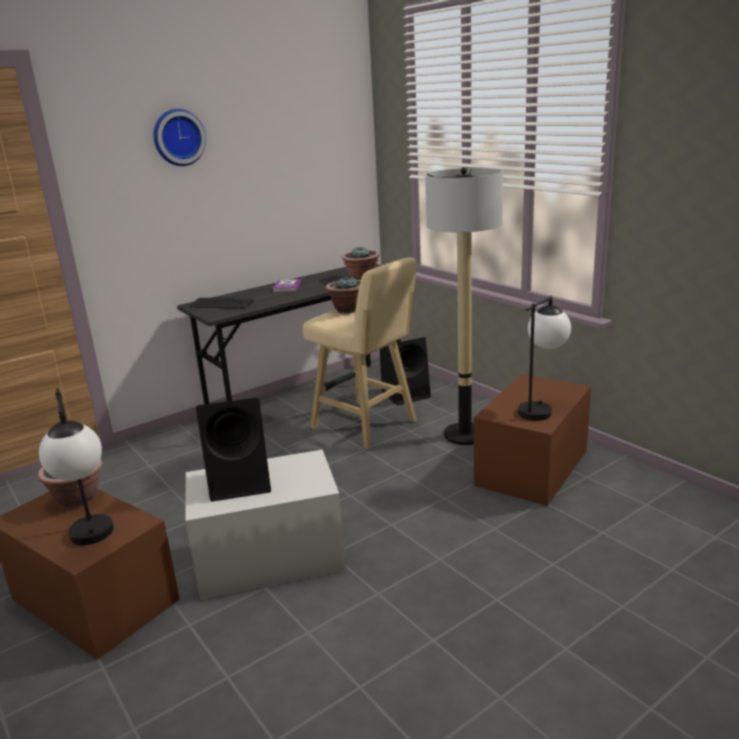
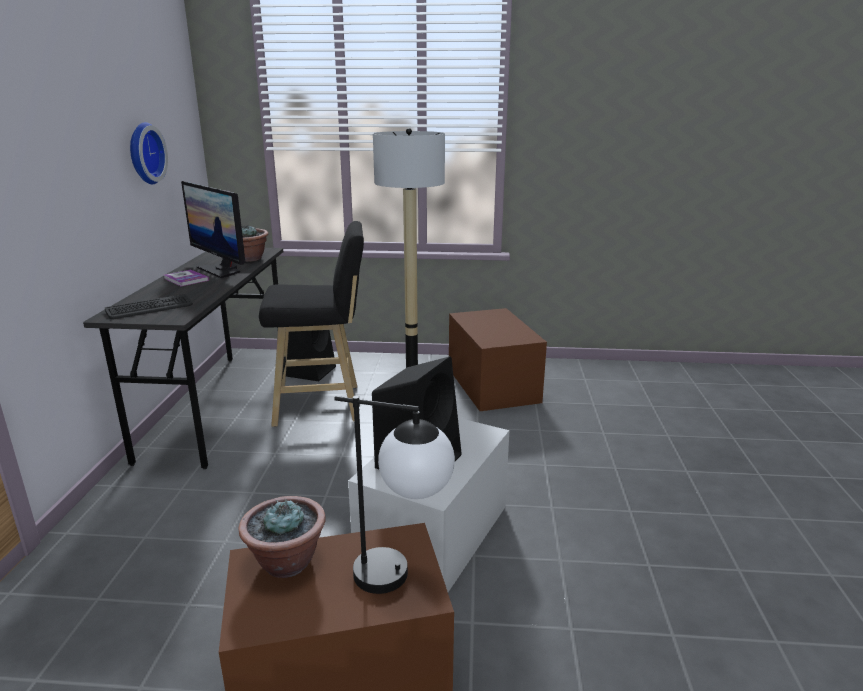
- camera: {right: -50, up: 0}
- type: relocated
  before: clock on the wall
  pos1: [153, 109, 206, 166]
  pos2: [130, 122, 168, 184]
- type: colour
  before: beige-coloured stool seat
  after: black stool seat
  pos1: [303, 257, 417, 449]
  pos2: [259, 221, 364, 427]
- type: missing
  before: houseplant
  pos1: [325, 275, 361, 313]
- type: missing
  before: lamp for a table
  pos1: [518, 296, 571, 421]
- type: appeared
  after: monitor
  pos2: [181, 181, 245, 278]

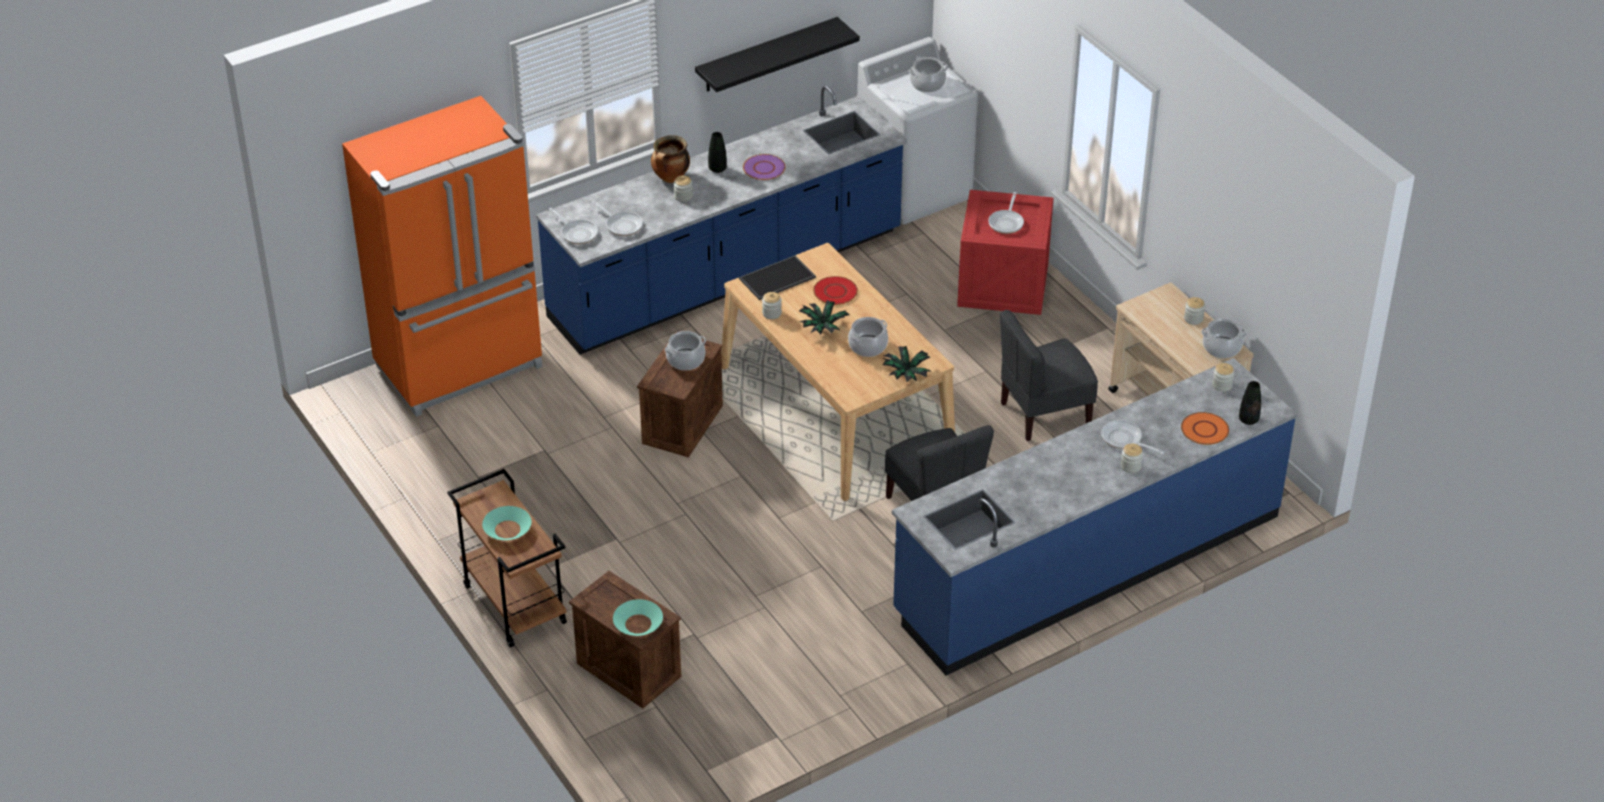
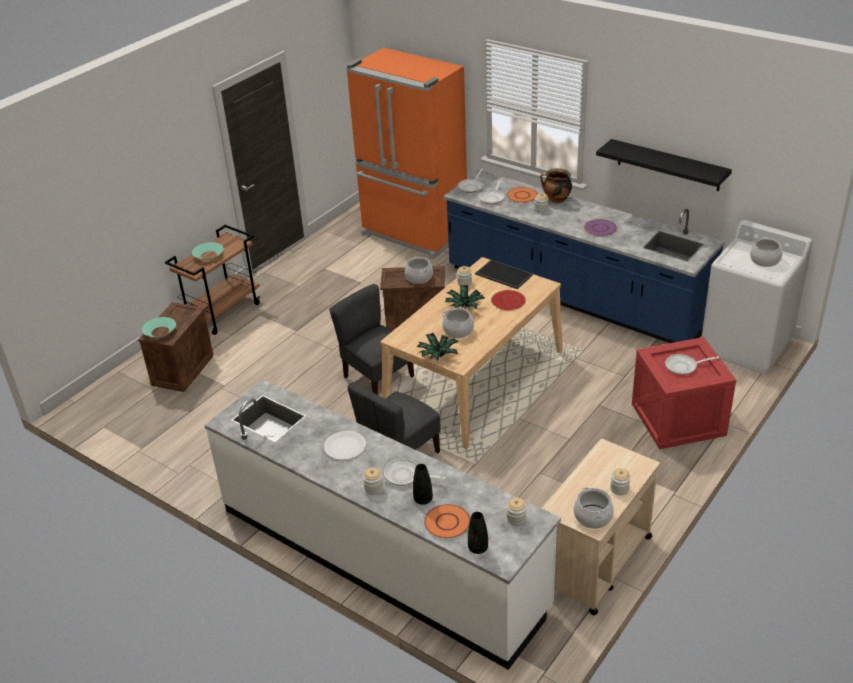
- camera: {right: 70, up: -5}
- type: relocated
  before: black decorative vase
  pos1: [708, 132, 727, 173]
  pos2: [413, 464, 433, 505]
- type: colour
  before: bluish kitchen base unit
  after: white kitchen base unit
  pos1: [892, 358, 1297, 675]
  pos2: [204, 379, 561, 670]
- type: relocated
  before: greyish upright chair
  pos1: [1000, 310, 1098, 441]
  pos2: [329, 284, 414, 395]
- type: spun
  before: skillet
  pos1: [1101, 420, 1164, 454]
  pos2: [384, 459, 446, 486]
  turn: -90
- type: appeared
  after: white flat dish
  pos2: [324, 431, 366, 460]
- type: appeared
  after: orange-coloured flat dish
  pos2: [507, 187, 538, 203]

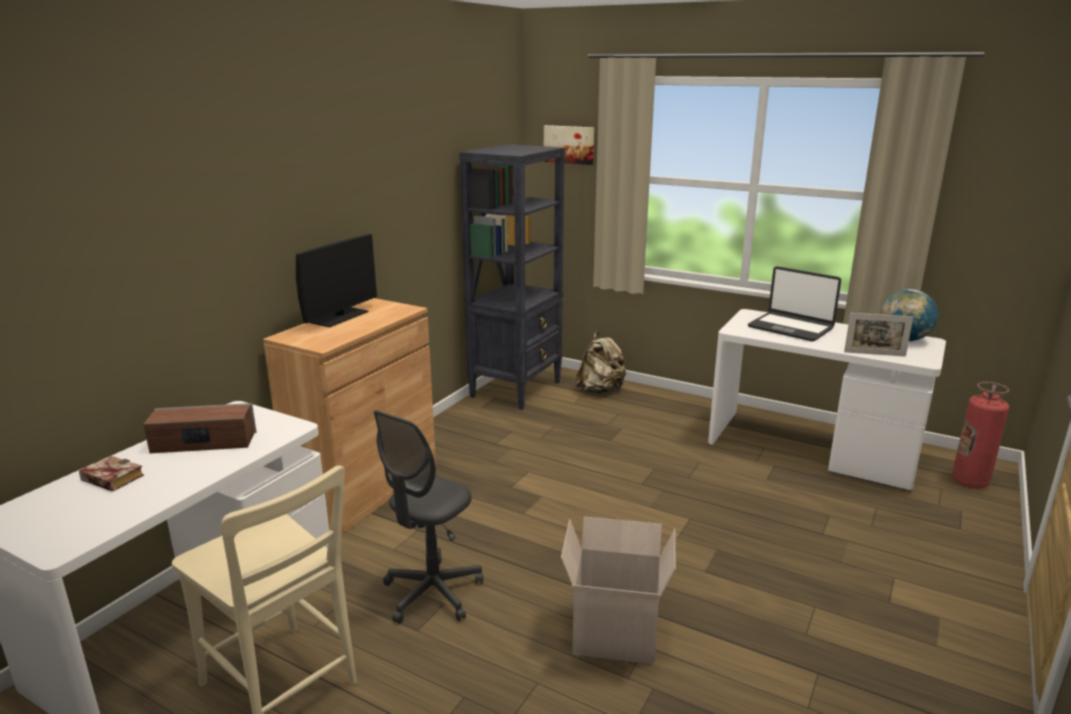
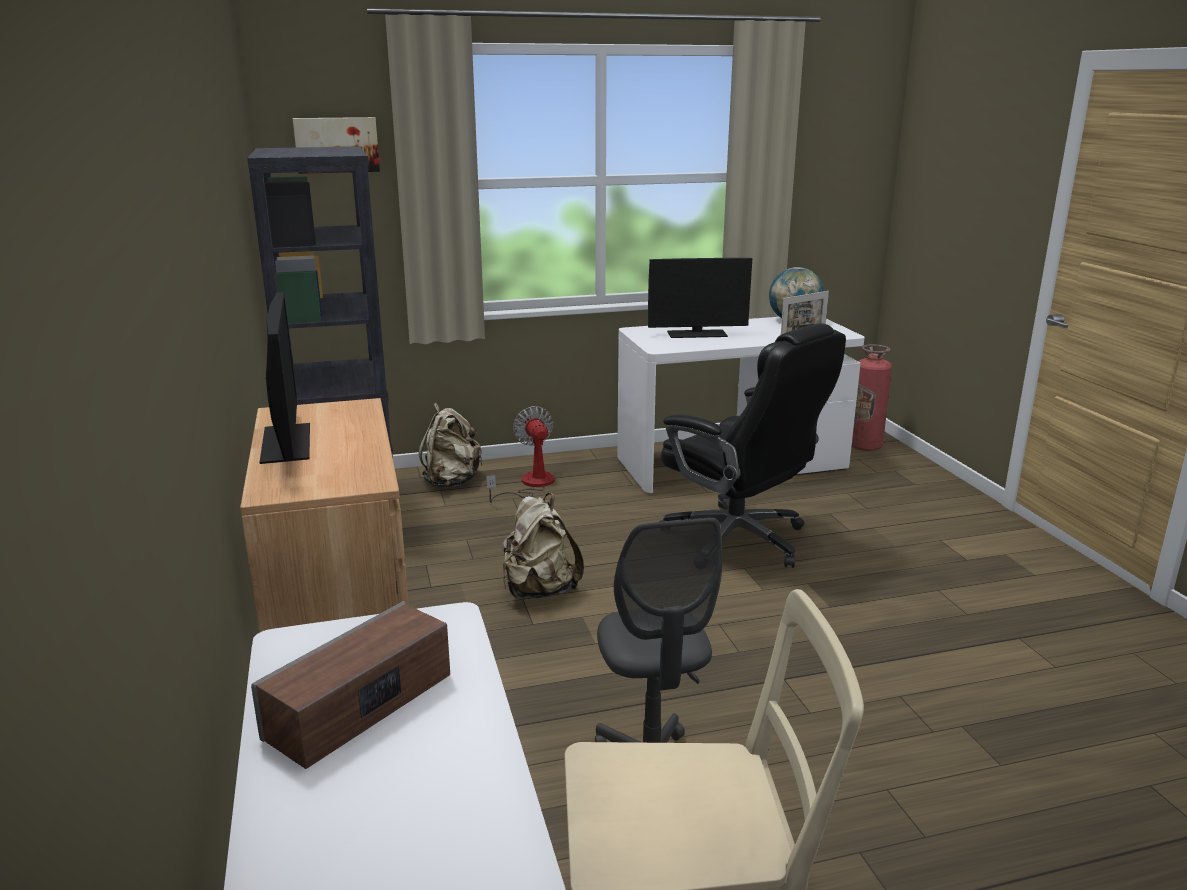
- camera: {right: -45, up: 0}
- type: missing
  before: book
  pos1: [79, 456, 144, 492]
- type: missing
  before: cardboard box
  pos1: [561, 517, 675, 664]
- type: exchanged
  before: laptop
  after: monitor
  pos1: [748, 266, 841, 341]
  pos2: [648, 258, 752, 338]
- type: appeared
  after: electric fan
  pos2: [486, 406, 555, 503]
- type: appeared
  after: beige-coloured knapsack
  pos2: [502, 493, 584, 599]
- type: appeared
  after: black computer chair
  pos2: [659, 323, 846, 568]

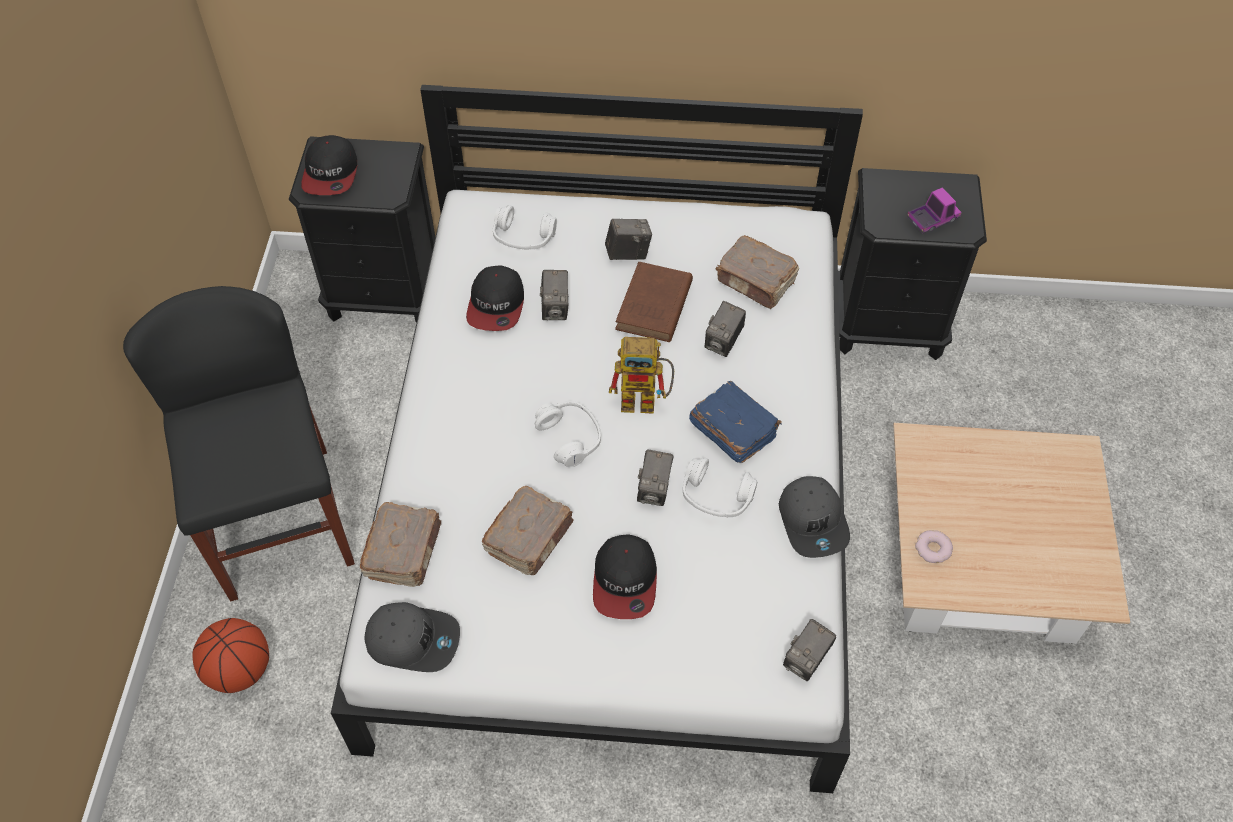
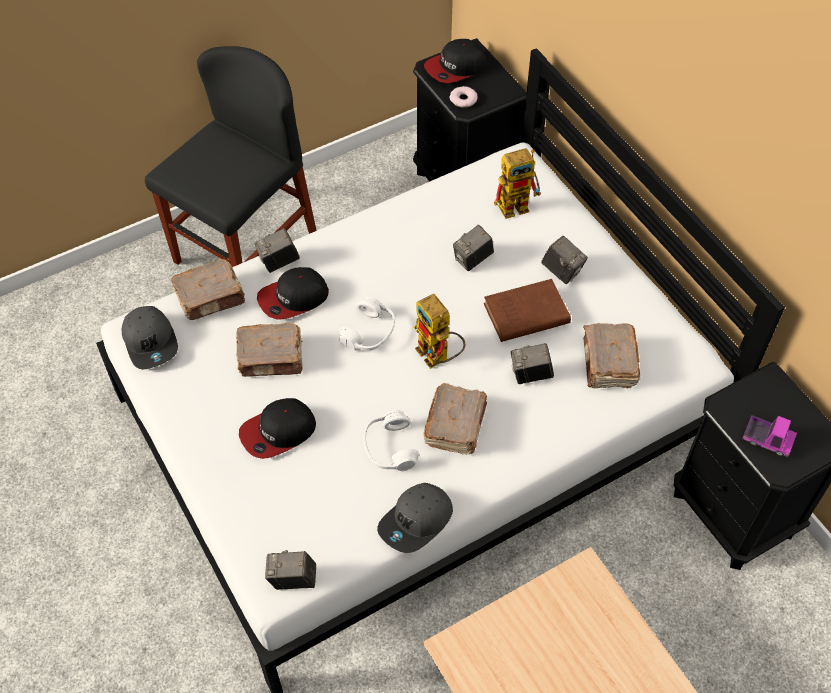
- camera: {right: 55, up: 0}
- type: missing
  before: basketball ball
  pos1: [193, 618, 269, 693]
- type: relocated
  before: baseball cap
  pos1: [466, 266, 524, 331]
  pos2: [257, 267, 329, 320]
- type: exchanged
  before: white headset
  after: model robot
  pos1: [493, 205, 557, 249]
  pos2: [494, 148, 541, 219]
- type: relocated
  before: photo camera
  pos1: [637, 450, 674, 506]
  pos2: [254, 228, 300, 273]
- type: colour
  before: bluish book
  after: brown book
  pos1: [689, 381, 782, 463]
  pos2: [424, 383, 487, 455]
- type: relocated
  before: ring doughnut
  pos1: [915, 530, 953, 563]
  pos2: [449, 86, 478, 108]

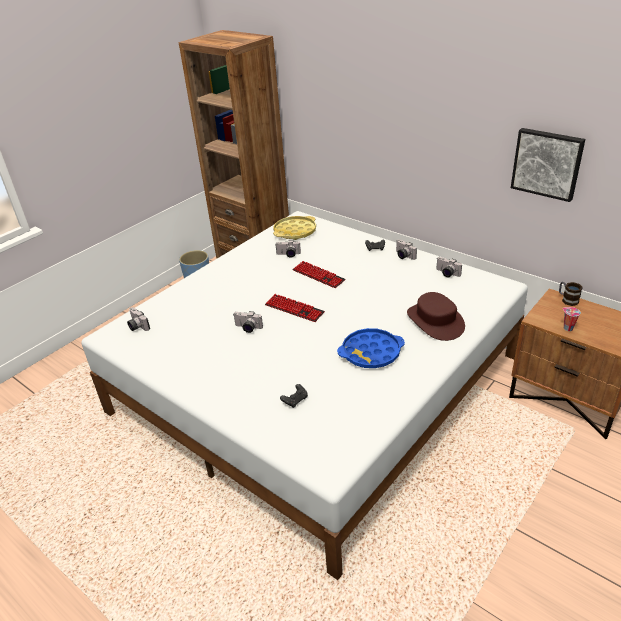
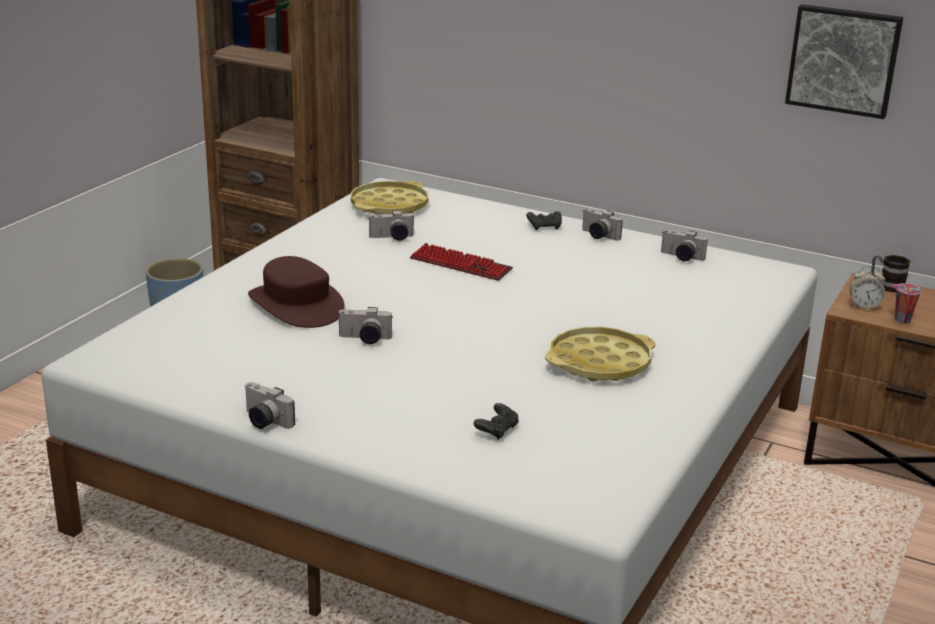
- camera: {right: -15, up: -10}
- type: relocated
  before: photo camera
  pos1: [127, 307, 150, 331]
  pos2: [244, 382, 295, 429]
- type: missing
  before: PC keyboard
  pos1: [265, 294, 325, 322]
- type: colour
  before: bluish carrying tray
  after: yellowish carrying tray
  pos1: [337, 328, 405, 368]
  pos2: [545, 327, 655, 382]
- type: relocated
  before: brown hat
  pos1: [407, 292, 465, 341]
  pos2: [248, 256, 345, 328]
- type: appeared
  after: bedside clock
  pos2: [850, 265, 885, 309]

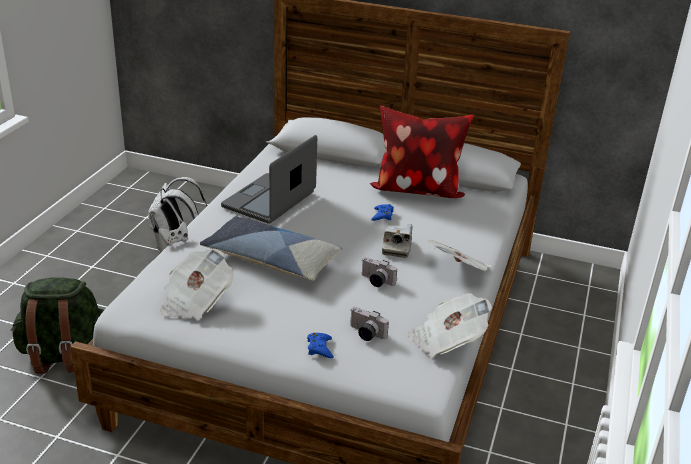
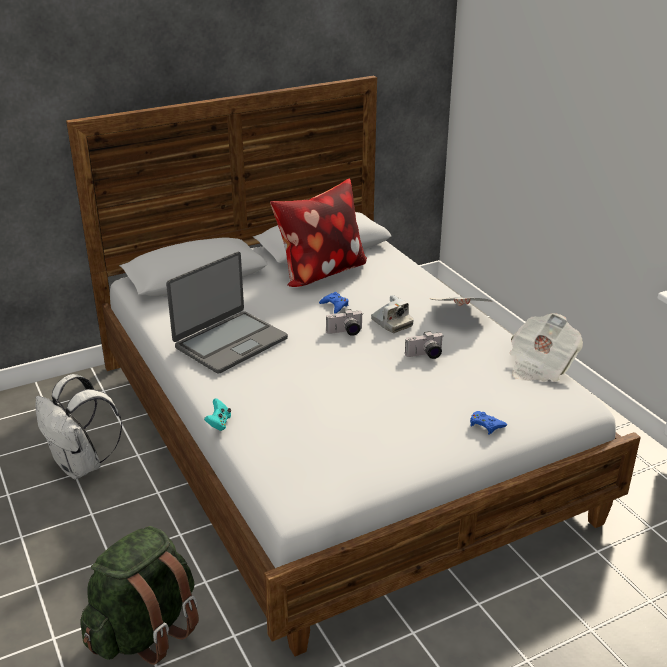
- camera: {right: -45, up: 0}
- type: colour
  before: white gamepad
  after: turquoise-coloured gamepad
  pos1: [159, 222, 188, 246]
  pos2: [204, 398, 231, 431]
- type: missing
  before: printed paper
  pos1: [160, 249, 233, 320]
- type: missing
  before: pillow
  pos1: [200, 216, 343, 281]
- type: spun
  before: laptop
  pos1: [221, 135, 317, 224]
  pos2: [166, 252, 288, 374]
  turn: -120
- type: relocated
  before: photo camera
  pos1: [350, 307, 389, 341]
  pos2: [326, 309, 363, 336]

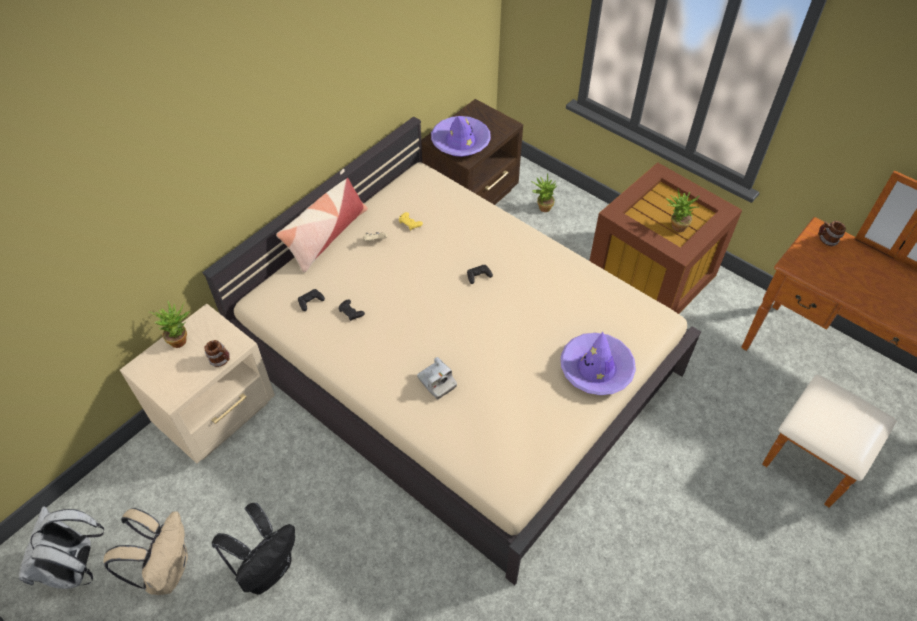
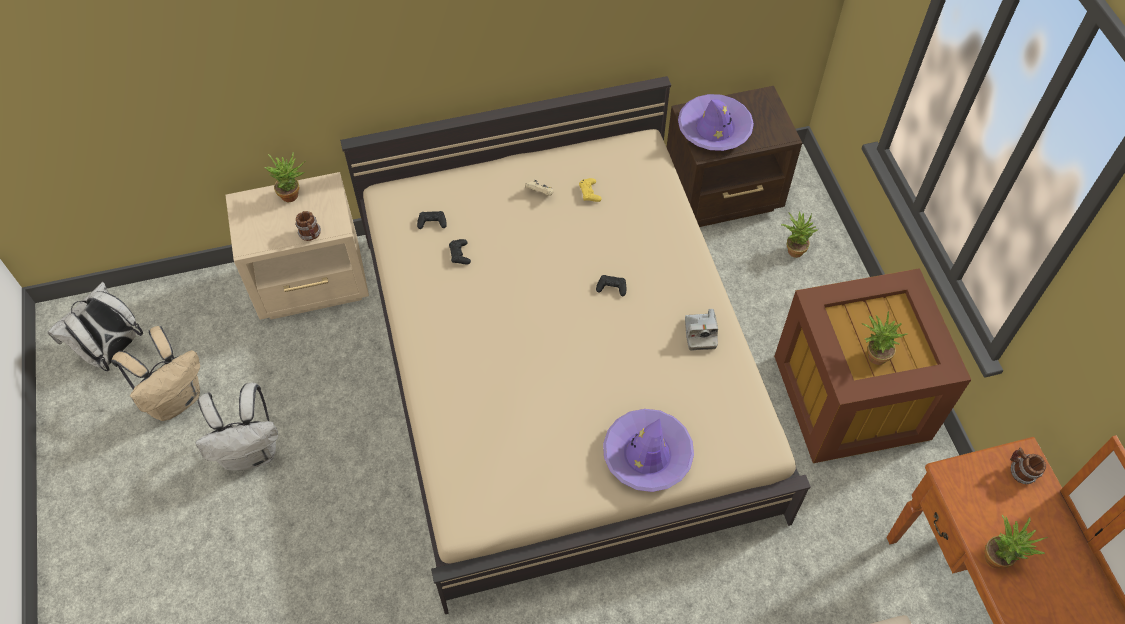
- camera: {right: 35, up: 5}
- type: colour
  before: black knapsack
  after: white knapsack
  pos1: [212, 503, 295, 595]
  pos2: [196, 383, 278, 471]
- type: missing
  before: pillow
  pos1: [276, 169, 368, 273]
- type: relocated
  before: photo camera
  pos1: [417, 357, 457, 399]
  pos2: [685, 309, 718, 351]
- type: appeared
  after: houseplant
  pos2: [985, 515, 1048, 568]

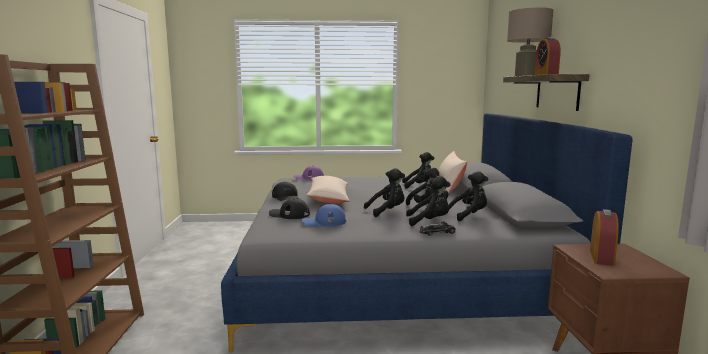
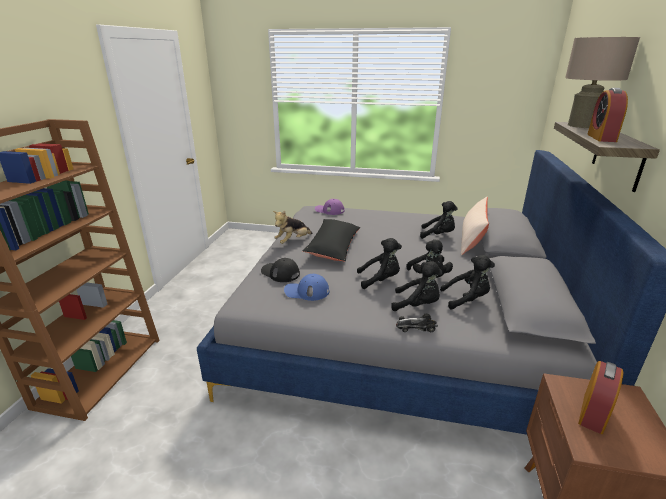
- camera: {right: 15, up: 15}
- type: exchanged
  before: black baseball cap
  after: cuddly toy
  pos1: [272, 182, 300, 201]
  pos2: [273, 211, 313, 244]
- type: colour
  before: beige-coloured pillow
  after: black pillow
  pos1: [306, 176, 350, 203]
  pos2: [303, 219, 360, 262]

